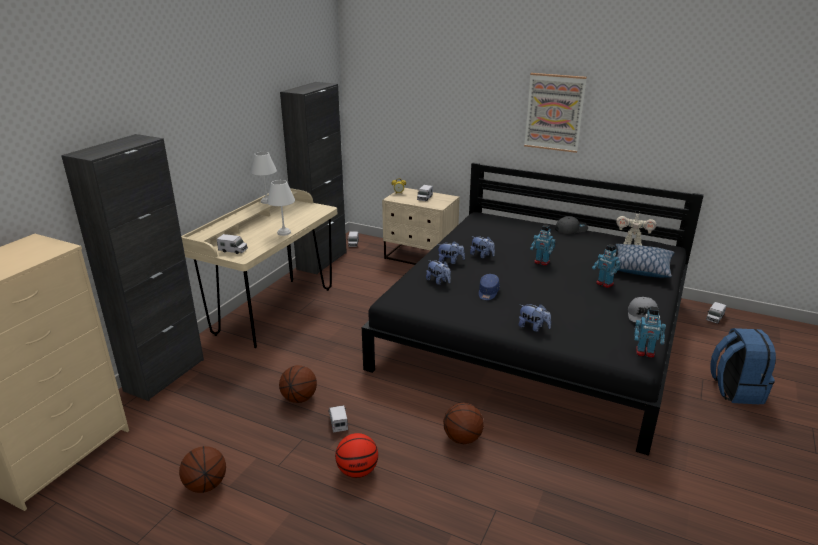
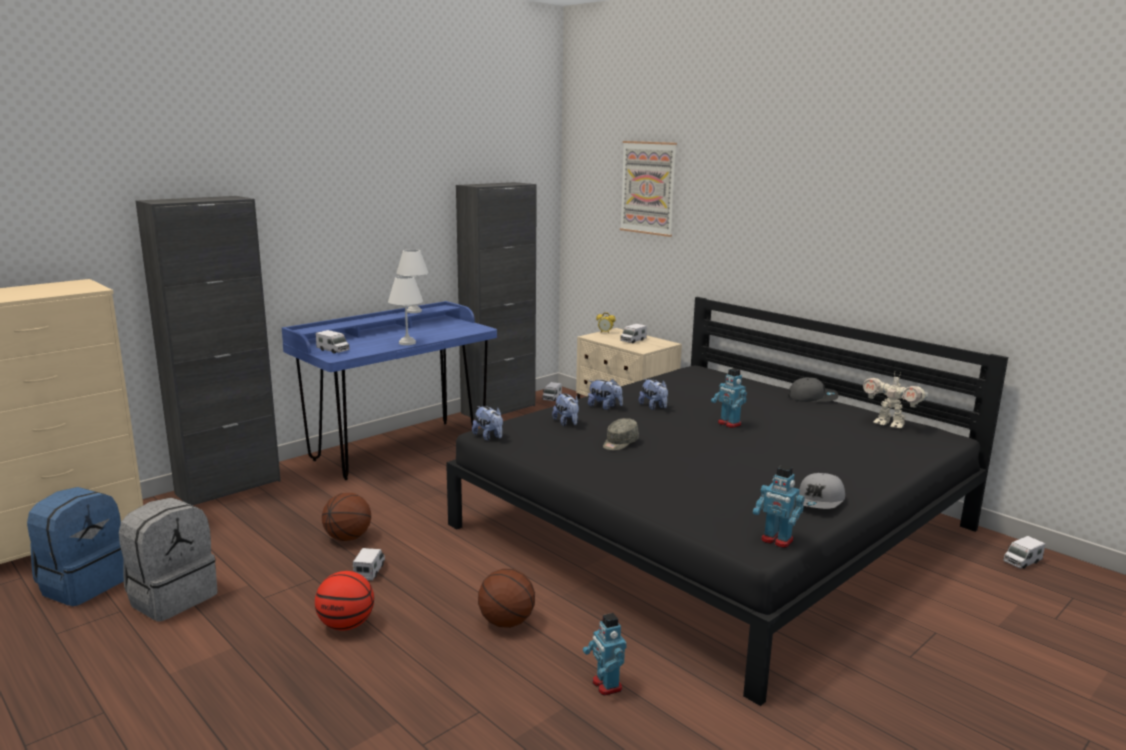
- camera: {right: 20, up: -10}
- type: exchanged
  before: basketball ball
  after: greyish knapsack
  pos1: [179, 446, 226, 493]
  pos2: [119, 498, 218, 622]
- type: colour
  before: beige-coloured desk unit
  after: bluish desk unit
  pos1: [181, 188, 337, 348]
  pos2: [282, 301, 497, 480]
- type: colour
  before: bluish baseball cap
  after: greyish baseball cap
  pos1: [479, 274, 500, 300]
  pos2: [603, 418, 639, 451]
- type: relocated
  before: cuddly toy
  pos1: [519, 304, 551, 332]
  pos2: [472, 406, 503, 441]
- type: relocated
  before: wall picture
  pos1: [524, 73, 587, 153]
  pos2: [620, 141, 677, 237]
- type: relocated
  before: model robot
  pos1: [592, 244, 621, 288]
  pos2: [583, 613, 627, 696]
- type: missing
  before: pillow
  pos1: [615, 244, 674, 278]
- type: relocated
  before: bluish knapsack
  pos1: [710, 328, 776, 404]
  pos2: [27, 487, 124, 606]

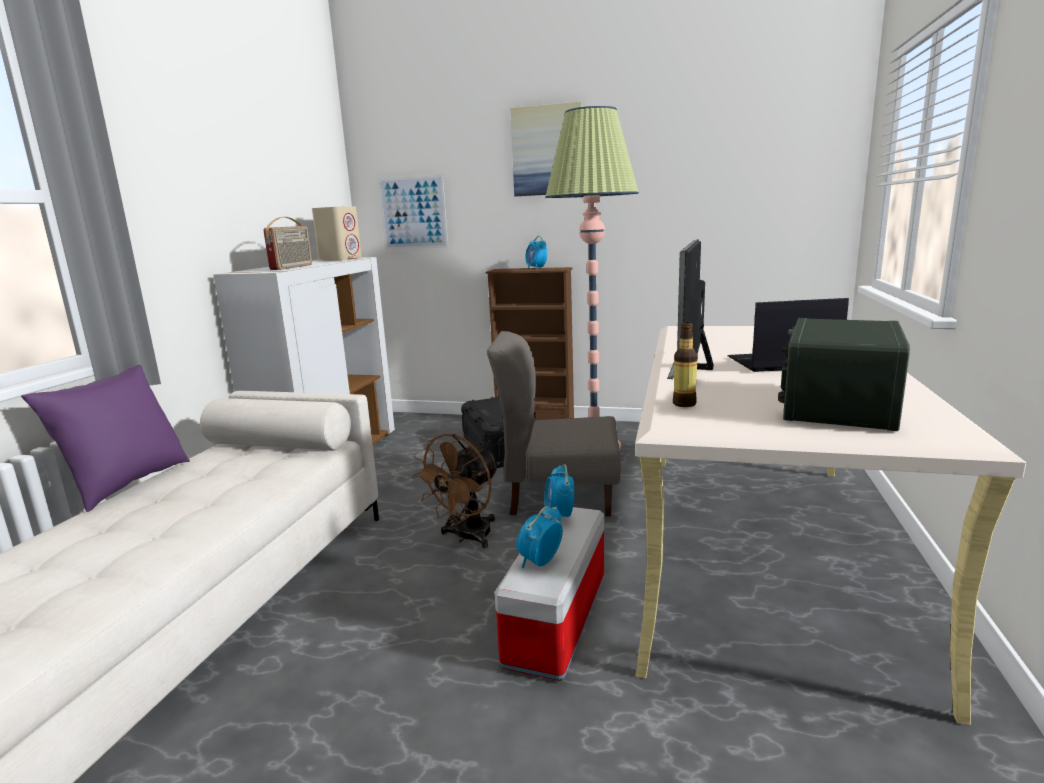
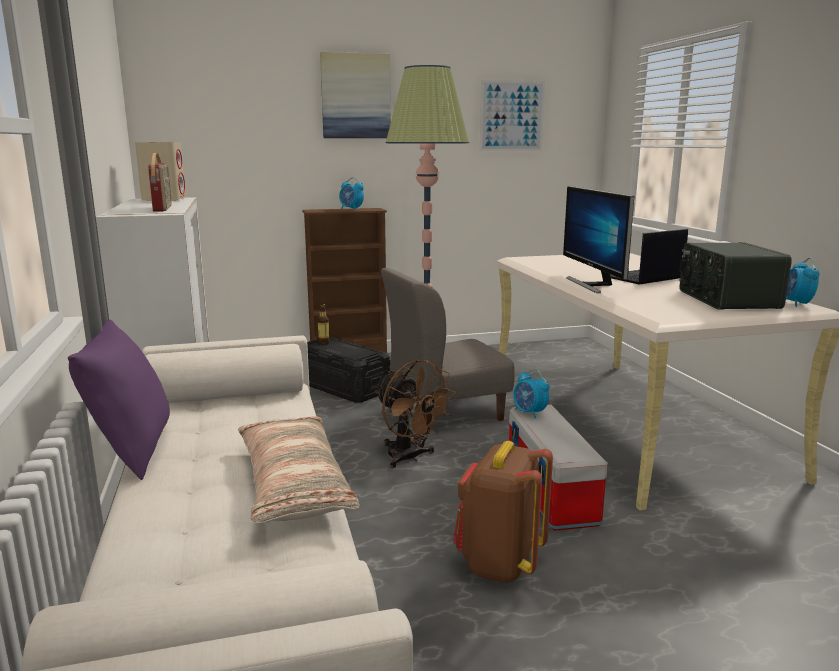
- camera: {right: -30, up: 0}
- type: relocated
  before: wall picture
  pos1: [378, 175, 448, 249]
  pos2: [480, 80, 545, 151]
- type: spun
  before: brown electric fan
  pos1: [412, 434, 500, 548]
  pos2: [375, 360, 456, 468]
  turn: -45
- type: relocated
  before: bedside clock
  pos1: [516, 506, 563, 568]
  pos2: [786, 258, 819, 307]
- type: relocated
  before: beverage bottle
  pos1: [673, 322, 698, 407]
  pos2: [317, 304, 330, 345]
- type: appeared
  after: pillow
  pos2: [238, 416, 360, 523]
- type: appeared
  after: brown knapsack
  pos2: [453, 441, 553, 583]

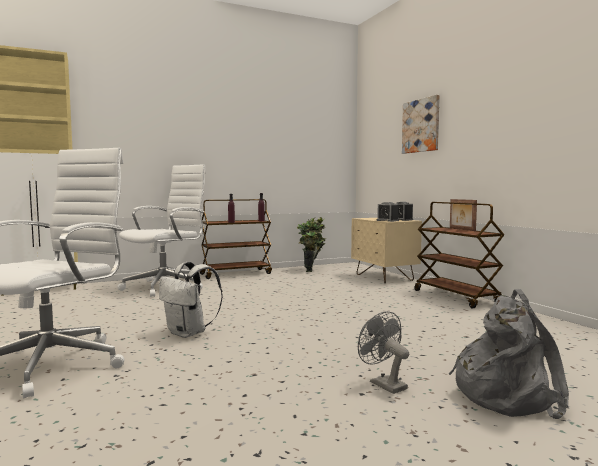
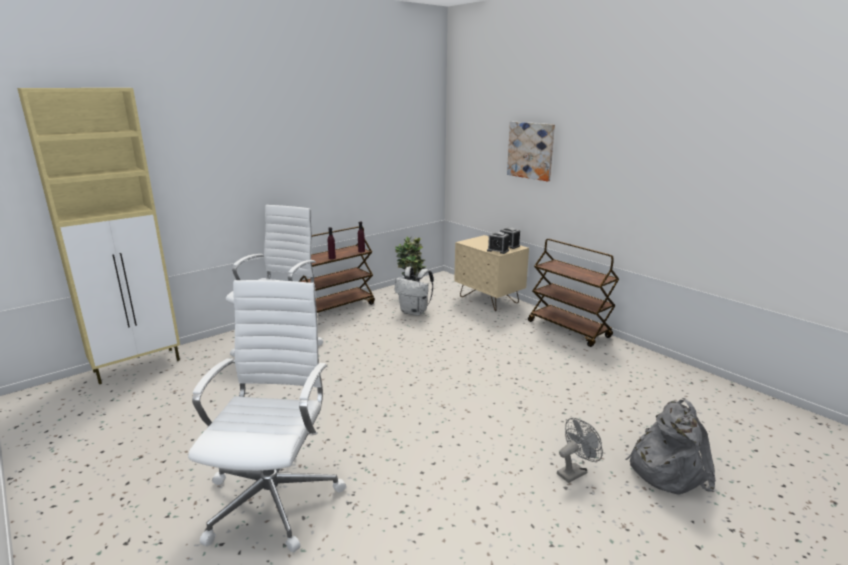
- camera: {right: -15, up: 15}
- type: relocated
  before: white knapsack
  pos1: [159, 262, 223, 338]
  pos2: [395, 267, 433, 316]
- type: spun
  before: greyish electric fan
  pos1: [358, 311, 409, 394]
  pos2: [557, 418, 603, 483]
  turn: 105
- type: missing
  before: picture frame
  pos1: [450, 199, 477, 231]

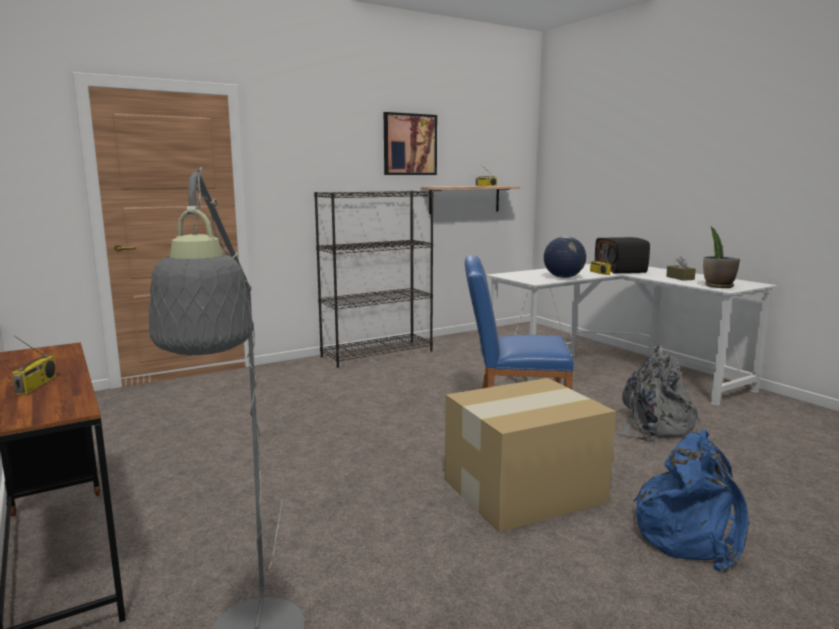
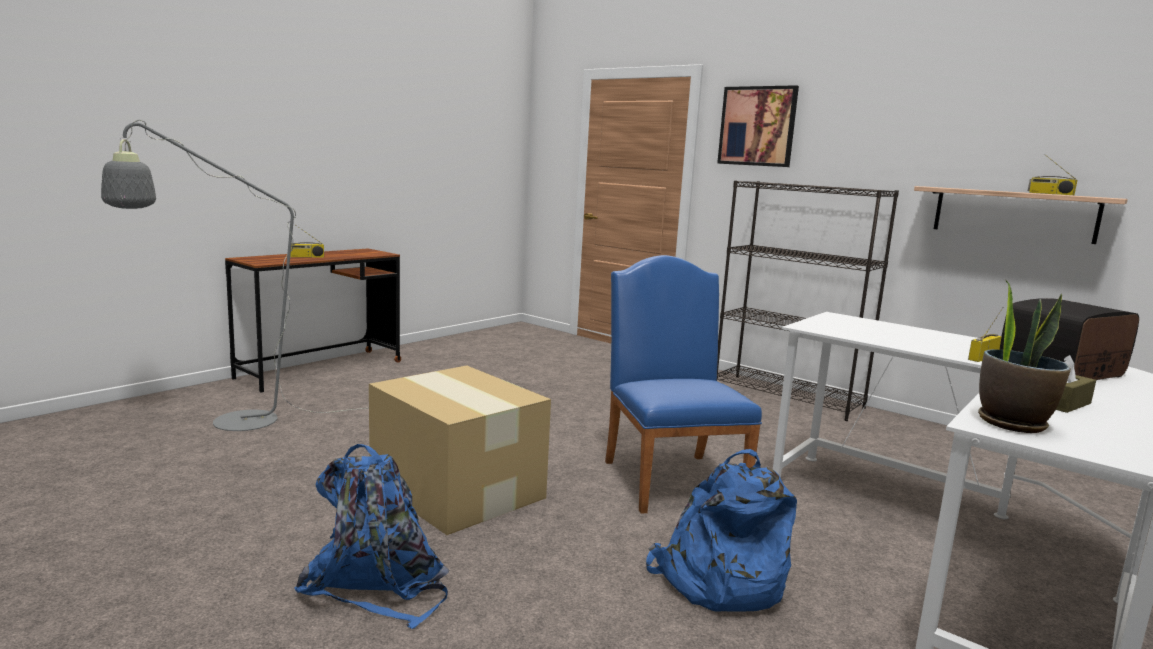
- camera: {right: 70, up: 0}
- type: relocated
  before: wall picture
  pos1: [384, 112, 437, 175]
  pos2: [717, 85, 799, 167]
- type: missing
  before: globe
  pos1: [544, 236, 586, 278]
- type: colour
  before: greyish knapsack
  after: bluish knapsack
  pos1: [616, 344, 701, 441]
  pos2: [646, 449, 797, 612]

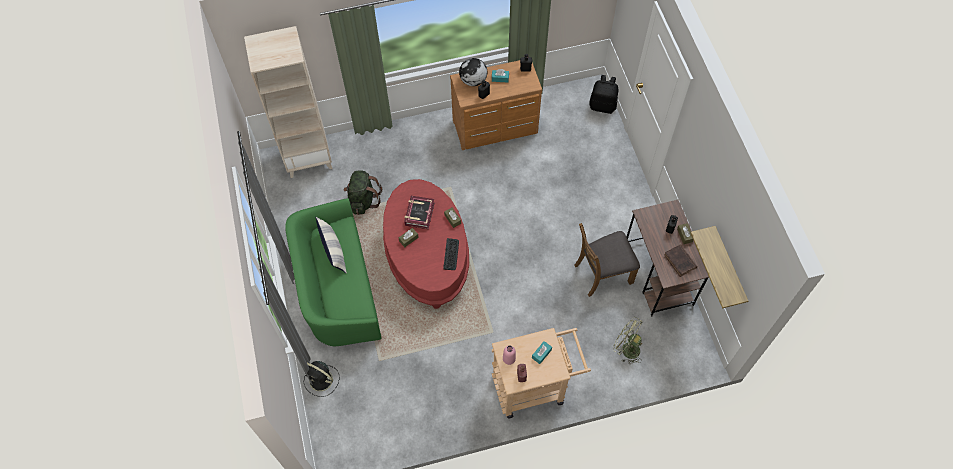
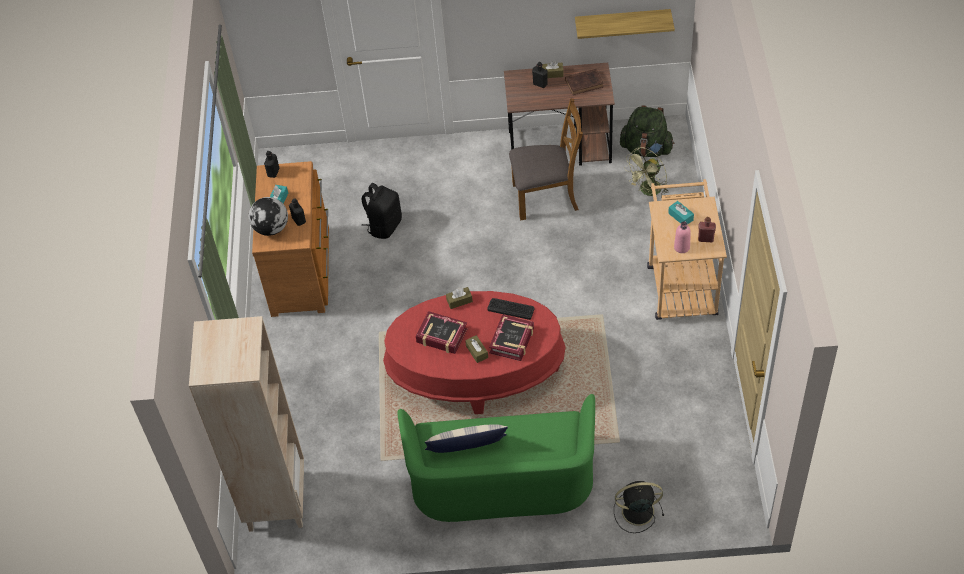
- camera: {right: -75, up: -10}
- type: spun
  before: black electric fan
  pos1: [304, 361, 339, 397]
  pos2: [614, 481, 664, 533]
  turn: -135
- type: relocated
  before: green knapsack
  pos1: [343, 170, 382, 215]
  pos2: [620, 105, 674, 157]
- type: spun
  before: brown upright chair
  pos1: [574, 223, 640, 297]
  pos2: [509, 98, 583, 220]
  turn: -90
- type: relocated
  before: black knapsack
  pos1: [589, 75, 618, 114]
  pos2: [361, 183, 402, 239]
- type: appeared
  after: book
  pos2: [489, 314, 534, 361]

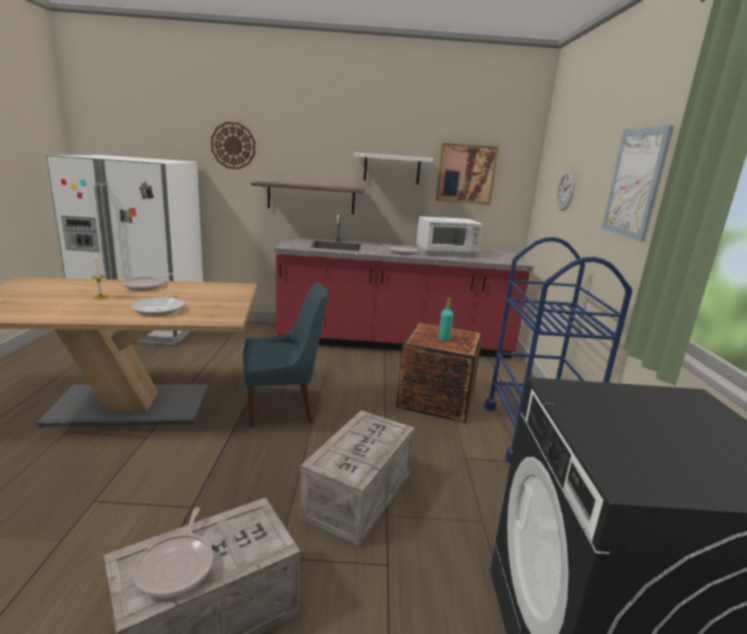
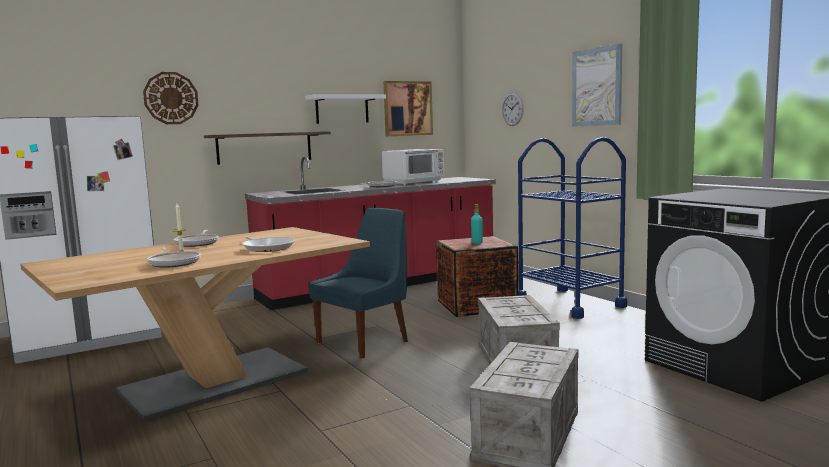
- camera: {right: -30, up: -10}
- type: relocated
  before: skillet
  pos1: [133, 507, 213, 598]
  pos2: [147, 248, 201, 268]

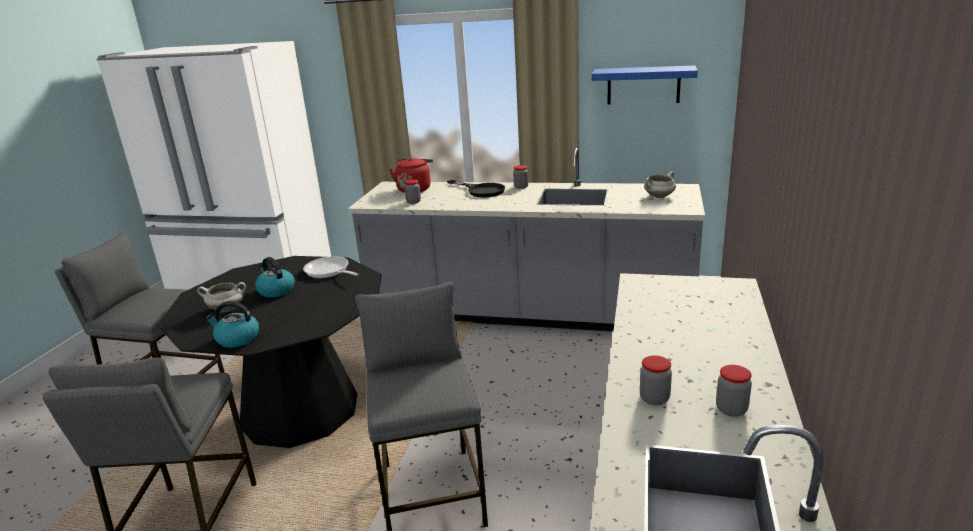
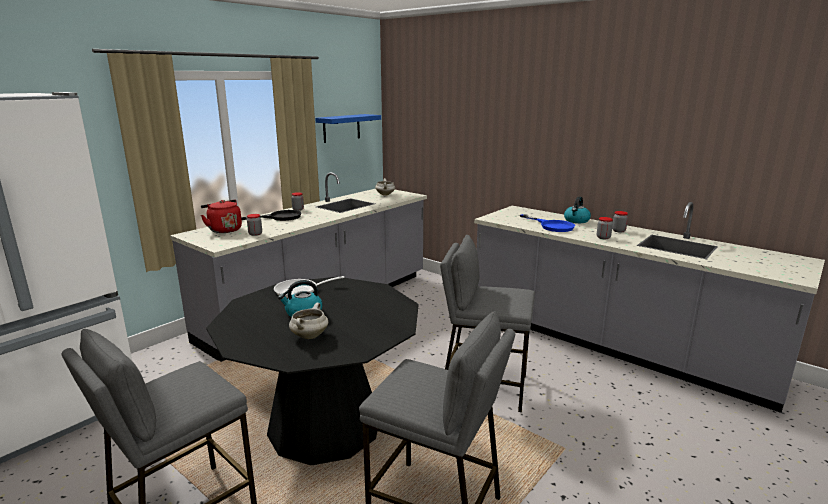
- camera: {right: -65, up: -5}
- type: relocated
  before: tea kettle
  pos1: [206, 301, 259, 348]
  pos2: [564, 197, 591, 223]
- type: appeared
  after: bluish skillet
  pos2: [520, 214, 575, 232]

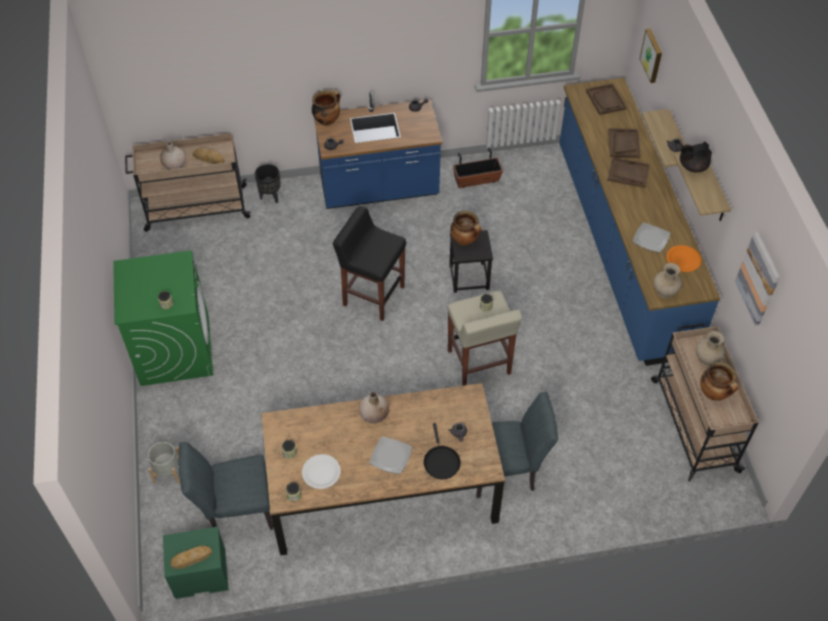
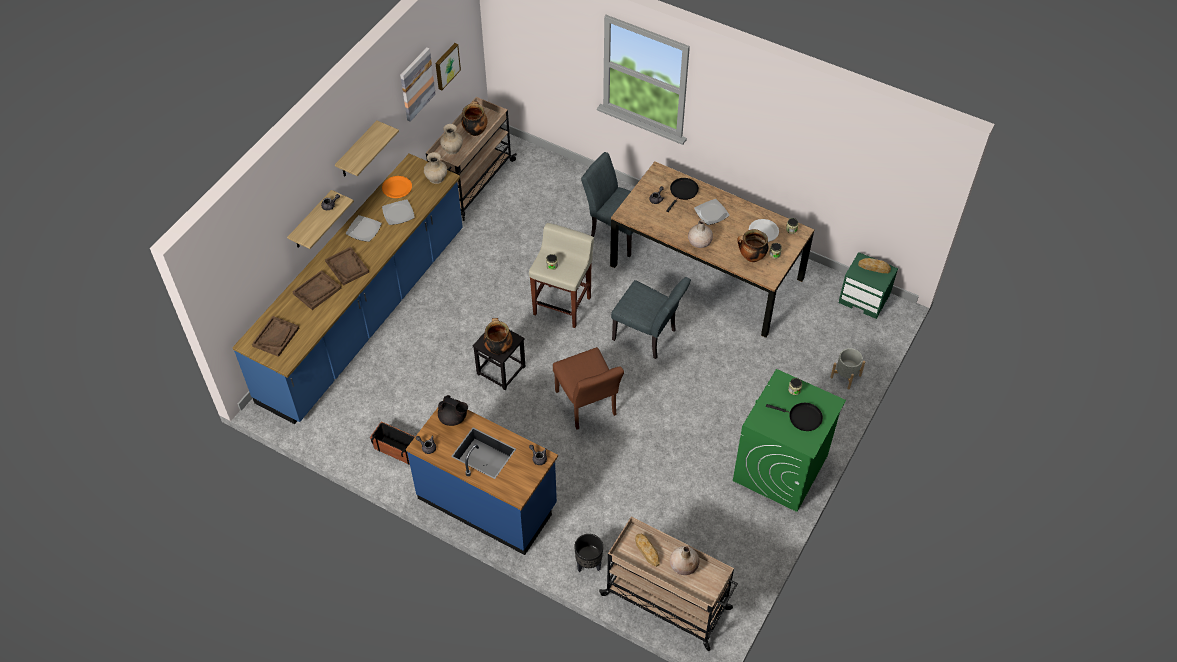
- camera: {right: -140, up: 0}
- type: relocated
  before: greyish upright chair
  pos1: [179, 442, 274, 530]
  pos2: [611, 277, 691, 359]
- type: relocated
  before: stockpot
  pos1: [312, 90, 341, 126]
  pos2: [737, 229, 768, 262]
- type: exchanged
  before: black stool seat
  after: brown upright chair
  pos1: [333, 206, 406, 321]
  pos2: [553, 347, 624, 430]
- type: relocated
  before: wall picture
  pos1: [640, 29, 662, 83]
  pos2: [435, 43, 461, 90]
- type: relocated
  before: black pot for tea
  pos1: [680, 142, 712, 172]
  pos2: [438, 395, 468, 426]
- type: appeared
  after: flat dish
  pos2: [346, 215, 382, 242]
- type: appeared
  after: black skillet
  pos2: [766, 403, 823, 431]

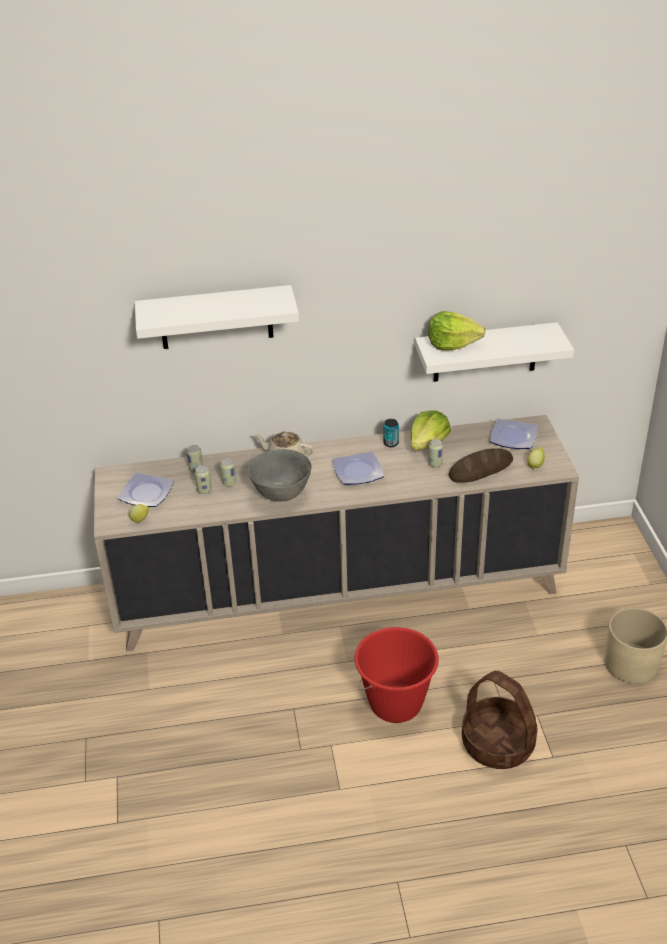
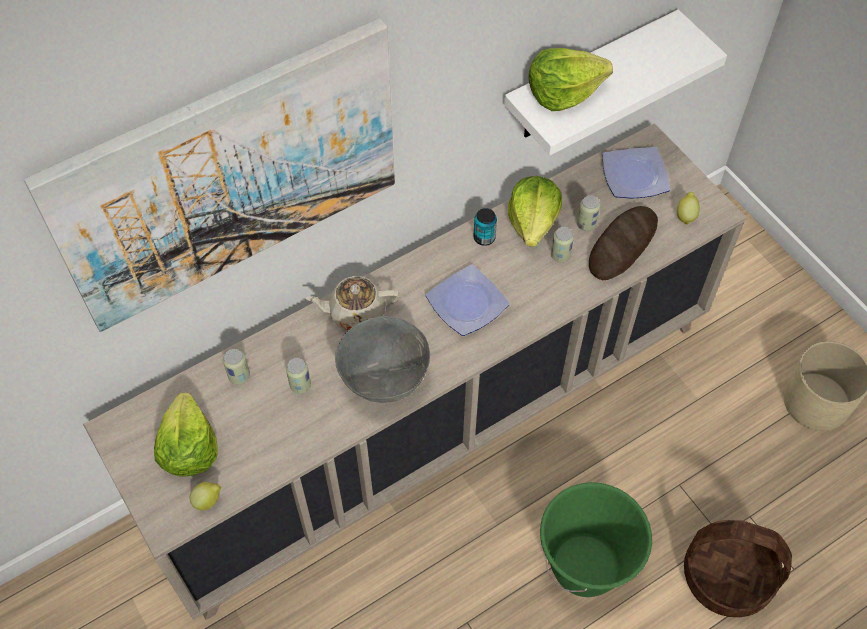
- camera: {right: -25, up: 20}
- type: exchanged
  before: flat dish
  after: head of lettuce
  pos1: [118, 473, 174, 507]
  pos2: [154, 392, 218, 477]
- type: exchanged
  before: white bracket shelf
  after: wall picture
  pos1: [135, 285, 299, 349]
  pos2: [24, 18, 395, 332]
- type: relocated
  before: sealed can
  pos1: [195, 466, 212, 494]
  pos2: [577, 195, 601, 231]
- type: colour
  before: red-coloured pail
  after: green pail
  pos1: [354, 627, 439, 723]
  pos2: [540, 482, 652, 597]

